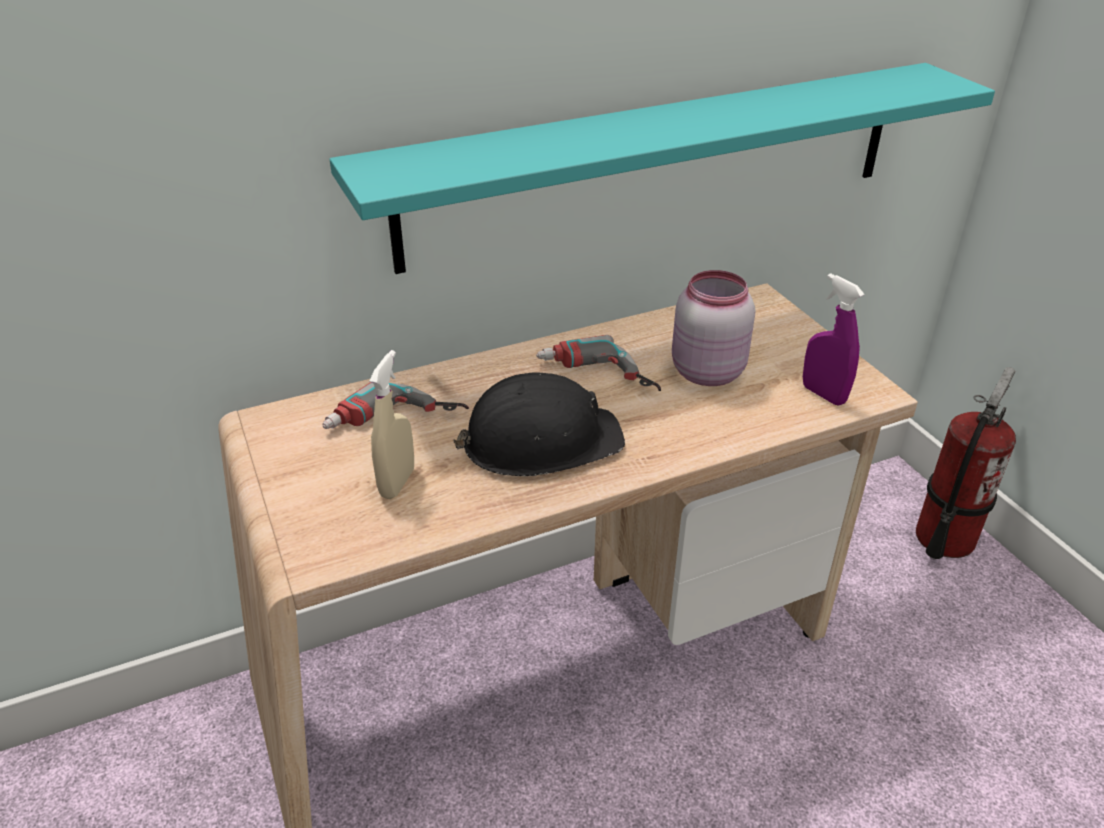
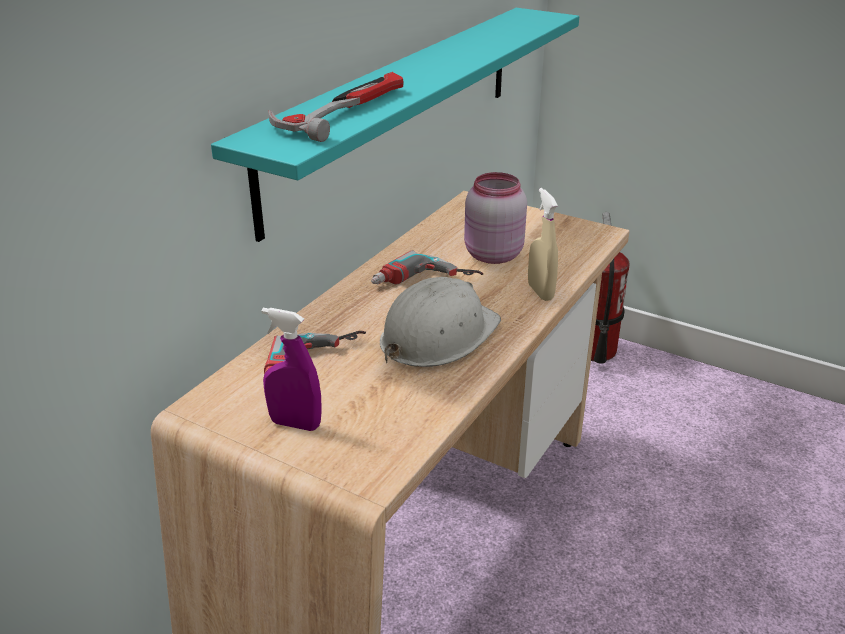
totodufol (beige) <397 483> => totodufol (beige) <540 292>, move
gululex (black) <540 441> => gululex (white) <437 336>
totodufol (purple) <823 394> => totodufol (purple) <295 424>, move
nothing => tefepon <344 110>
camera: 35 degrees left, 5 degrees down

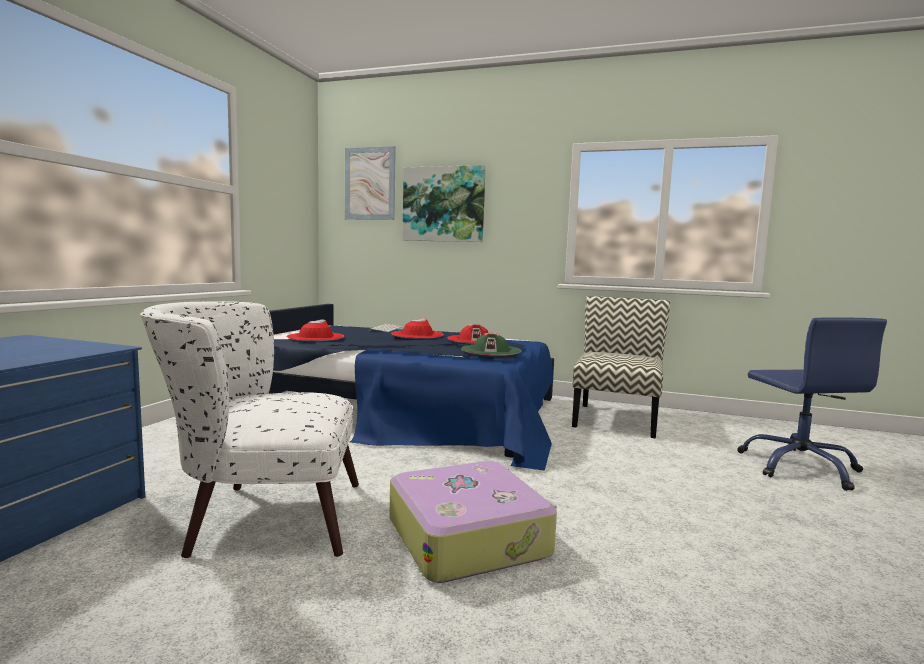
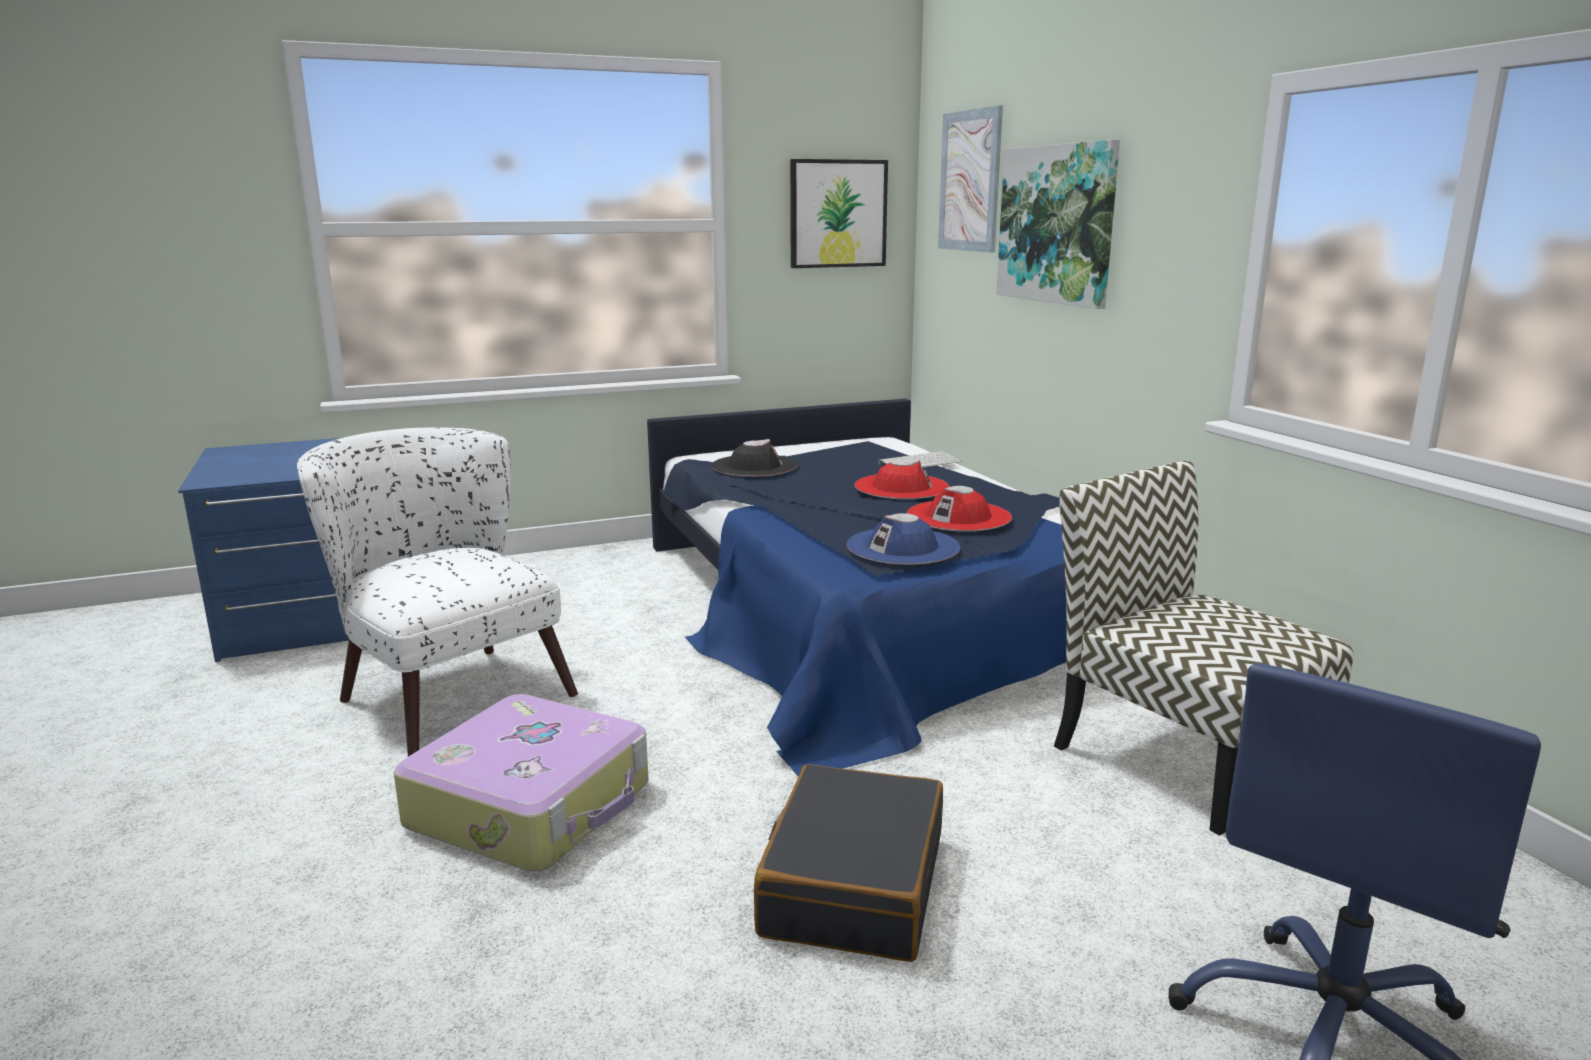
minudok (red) <315 337> => minudok (black) <754 466>
minudok (green) <491 350> => minudok (blue) <903 547>
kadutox <615 419> => kadutox <1180 758>, 105 degrees counterclockwise
nothing => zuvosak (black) <852 885>
nothing => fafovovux <838 214>
camera: 50 degrees right, 10 degrees up

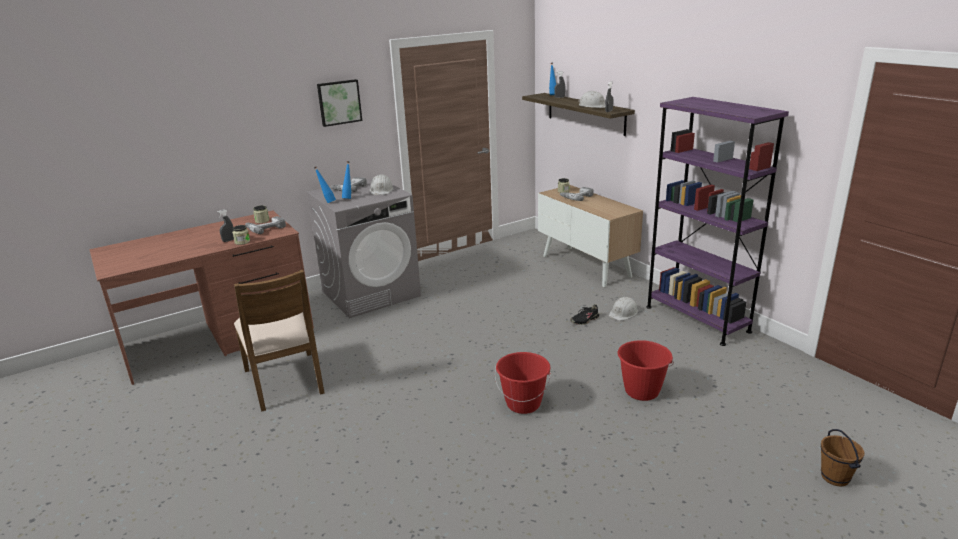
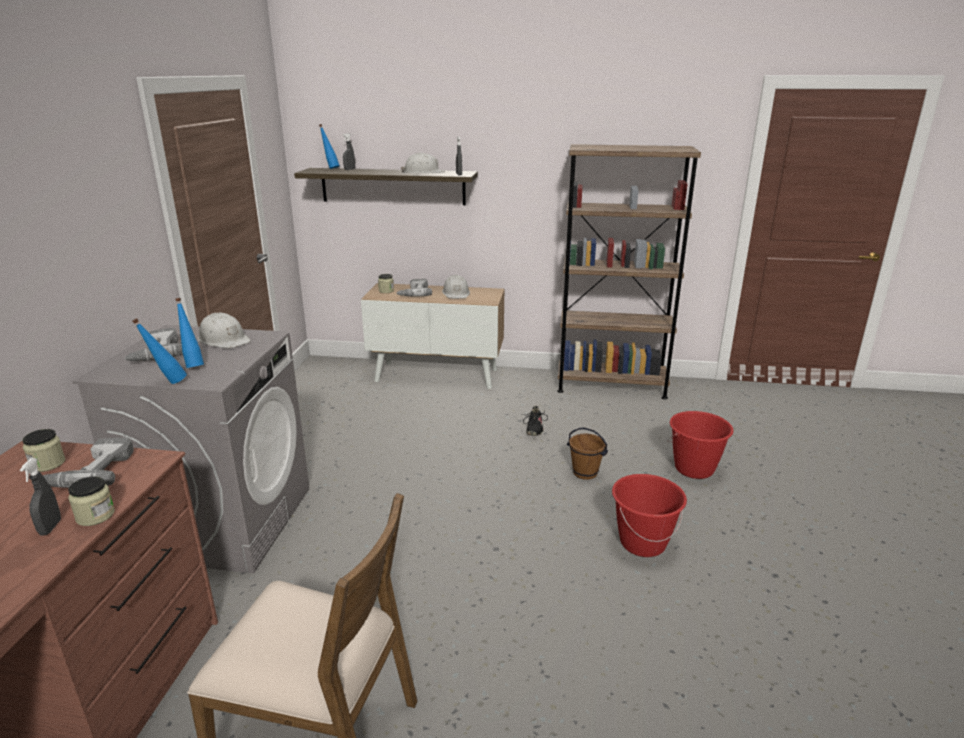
fafovovux <339 102> => nothing
gululex (white) <623 313> => gululex (white) <456 293>, move
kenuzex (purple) <696 319> => kenuzex (brown) <611 385>
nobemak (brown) <835 477> => nobemak (brown) <585 473>, move
camera: 50 degrees left, 0 degrees up

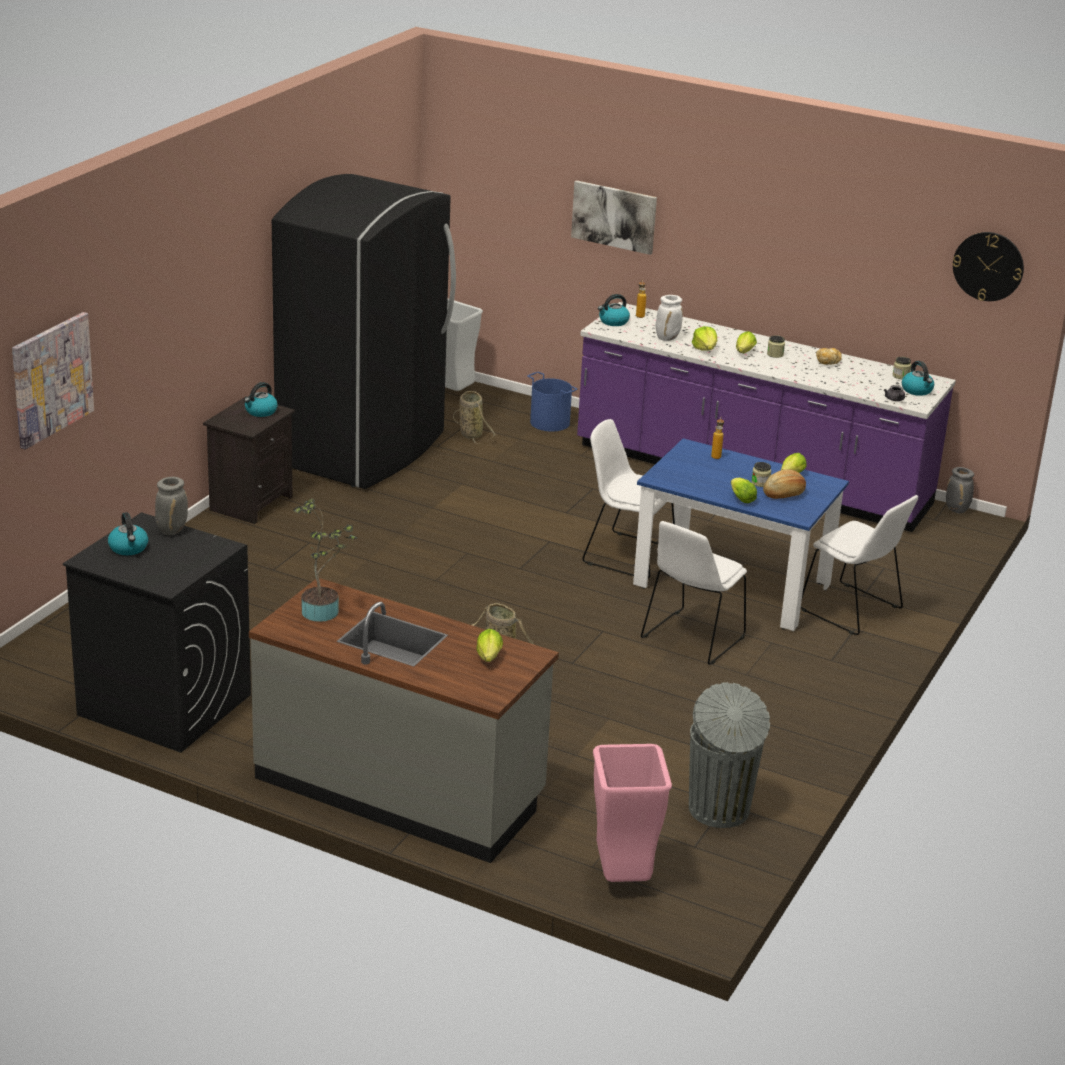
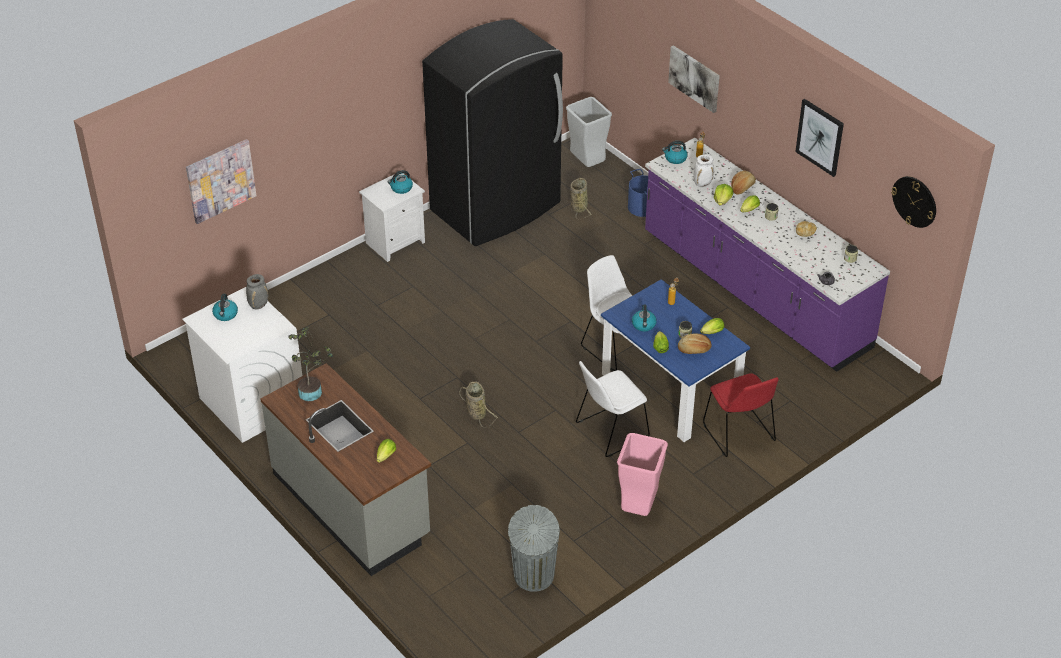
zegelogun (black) <163 704> => zegelogun (white) <252 402>
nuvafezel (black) <250 503> => nuvafezel (white) <395 242>
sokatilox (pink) <622 879> => sokatilox (pink) <638 508>, move
kadutox (white) <853 611> => kadutox (red) <739 434>
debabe <917 390> => debabe <644 325>, move
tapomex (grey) <957 510> => nothing
nothing => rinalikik <742 187>
nothing => fafovovux <820 137>
camera: 25 degrees right, 15 degrees up

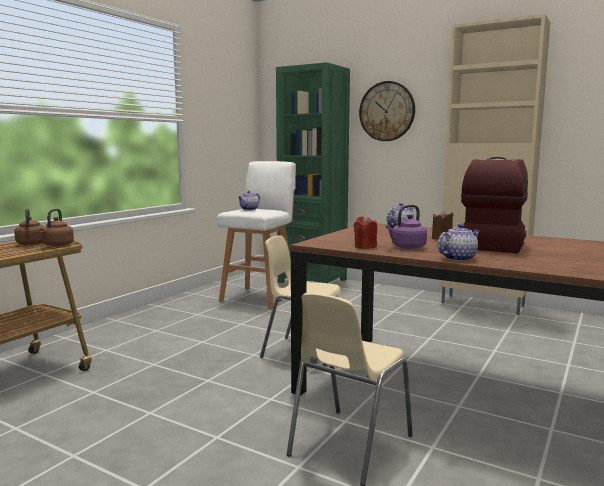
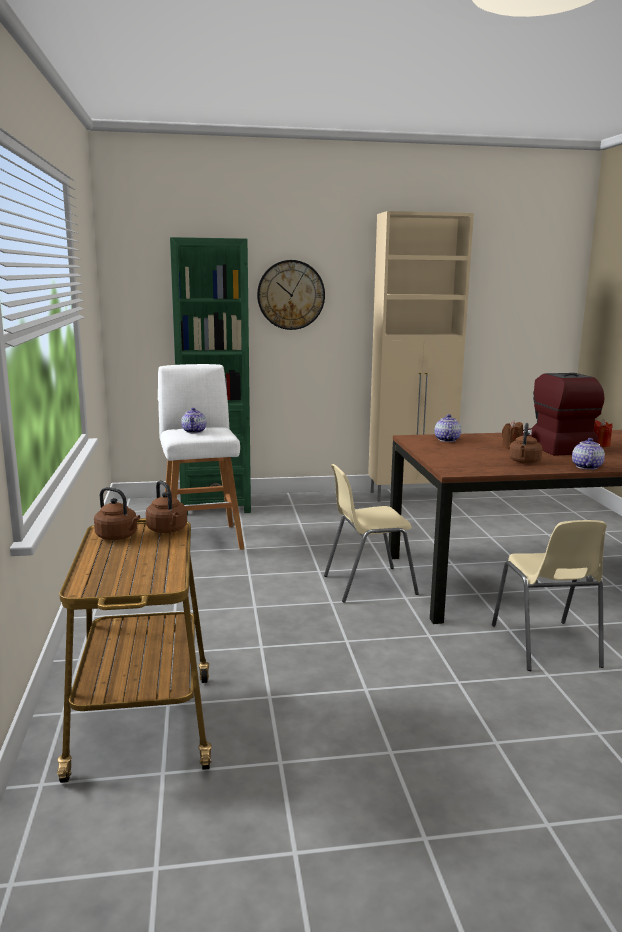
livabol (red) <365 246> => livabol (red) <600 445>, move
debabe (purple) <407 247> => debabe (brown) <524 462>
camera: 40 degrees left, 5 degrees up

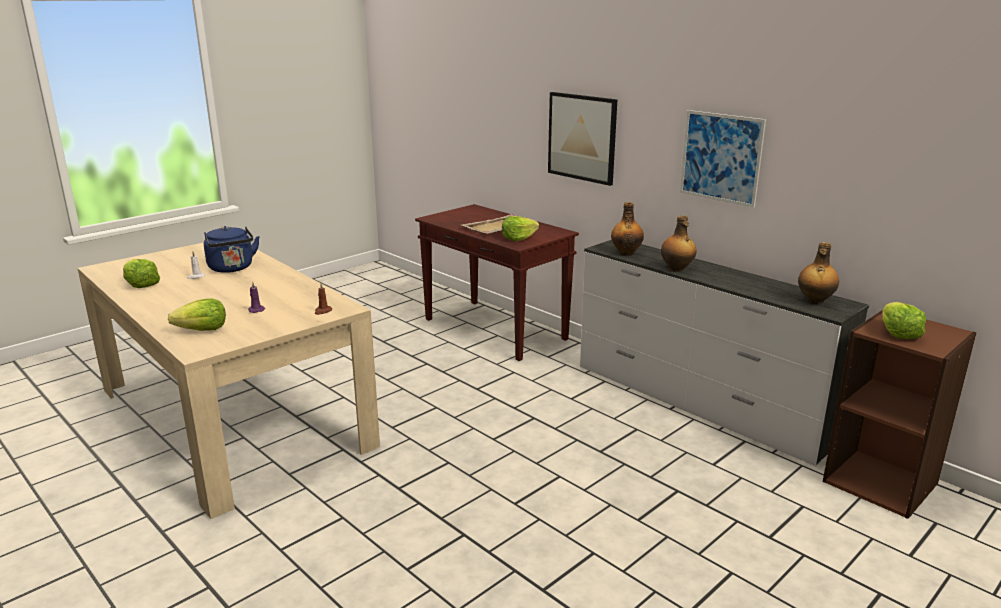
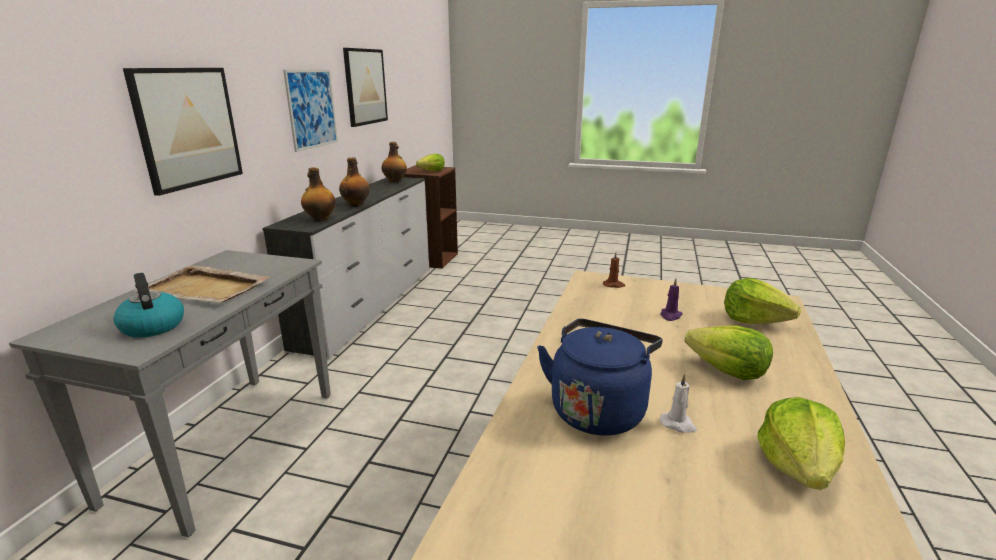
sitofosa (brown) <496 330> => sitofosa (grey) <228 443>
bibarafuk <518 238> => bibarafuk <727 371>, move
nothing => debabe <152 326>
nothing => fafovovux <365 87>
camera: 120 degrees left, 0 degrees up

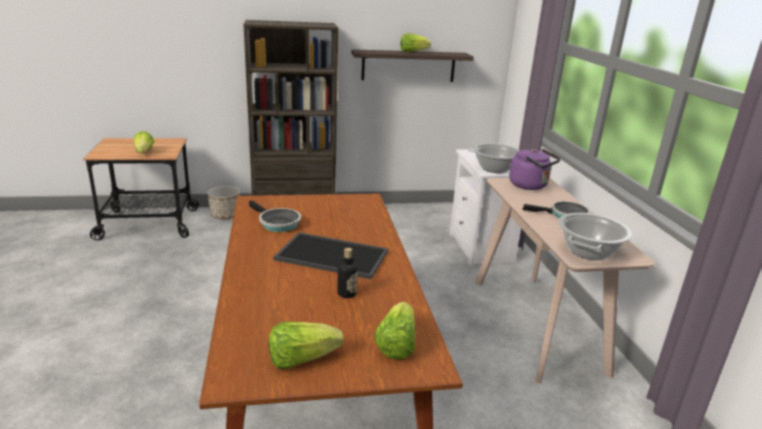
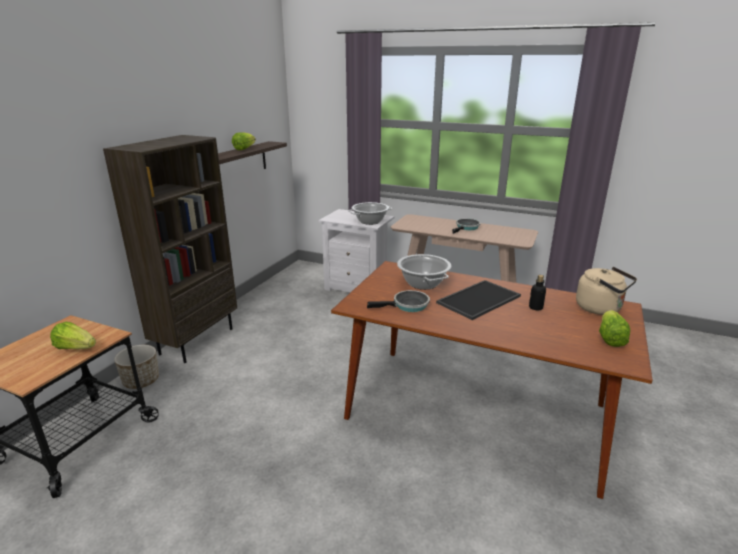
bibarafuk <396 344> => debabe (beige) <601 309>
debabe (purple) <530 186> => nothing
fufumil <588 251> => fufumil <422 283>, move
camera: 55 degrees left, 0 degrees up

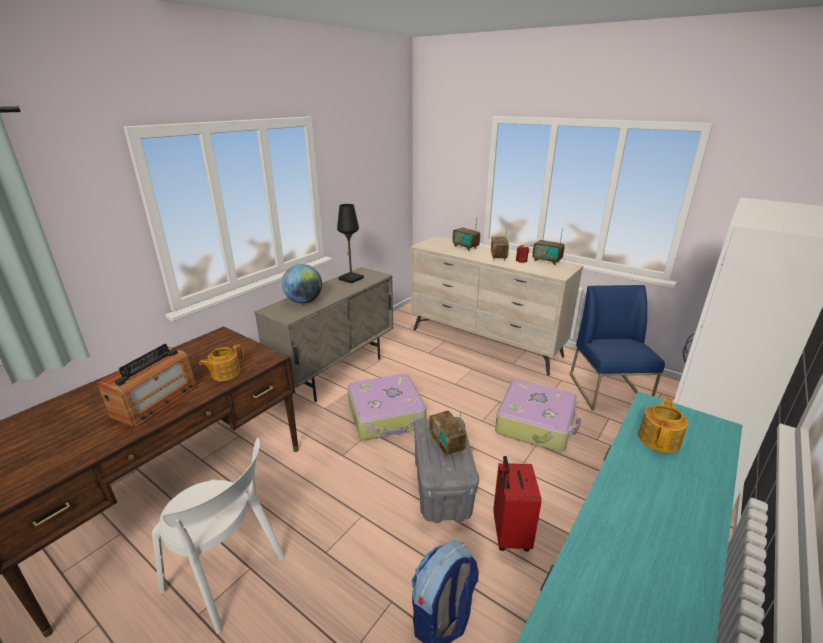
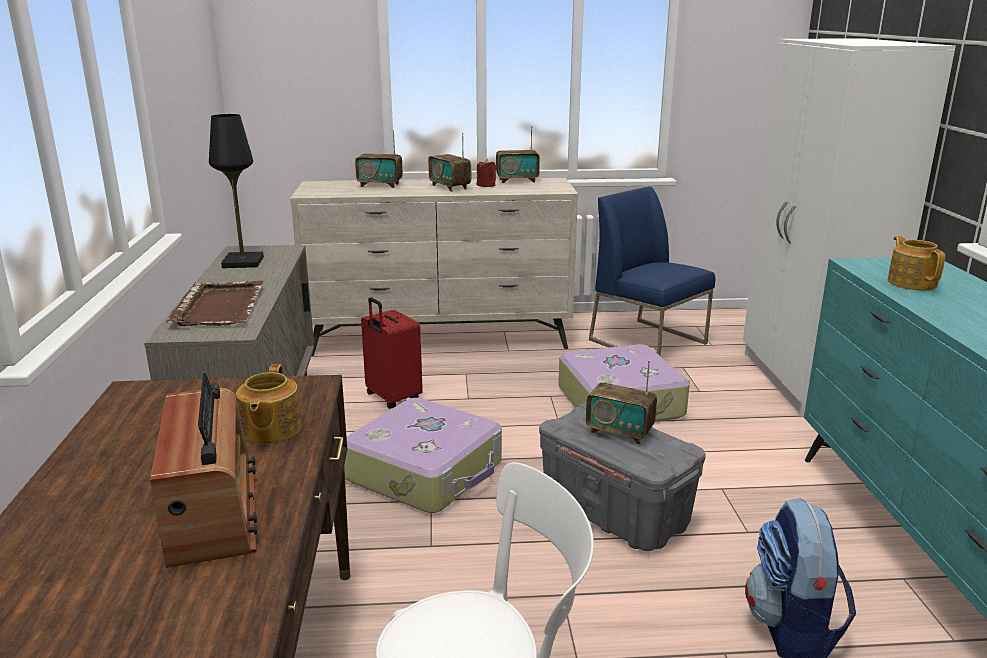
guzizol <304 301> => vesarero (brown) <219 306>
zuvosak (red) <509 534> => zuvosak (red) <392 398>, move
camera: 40 degrees left, 5 degrees down

